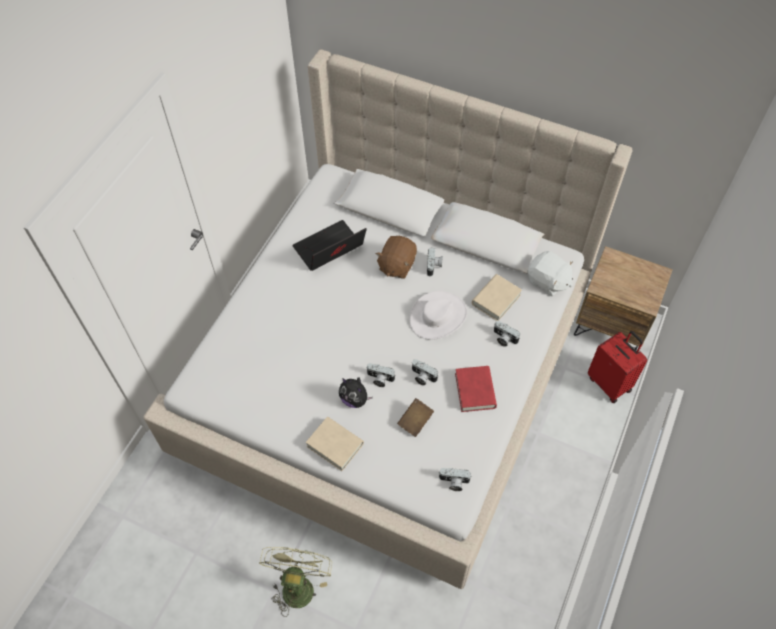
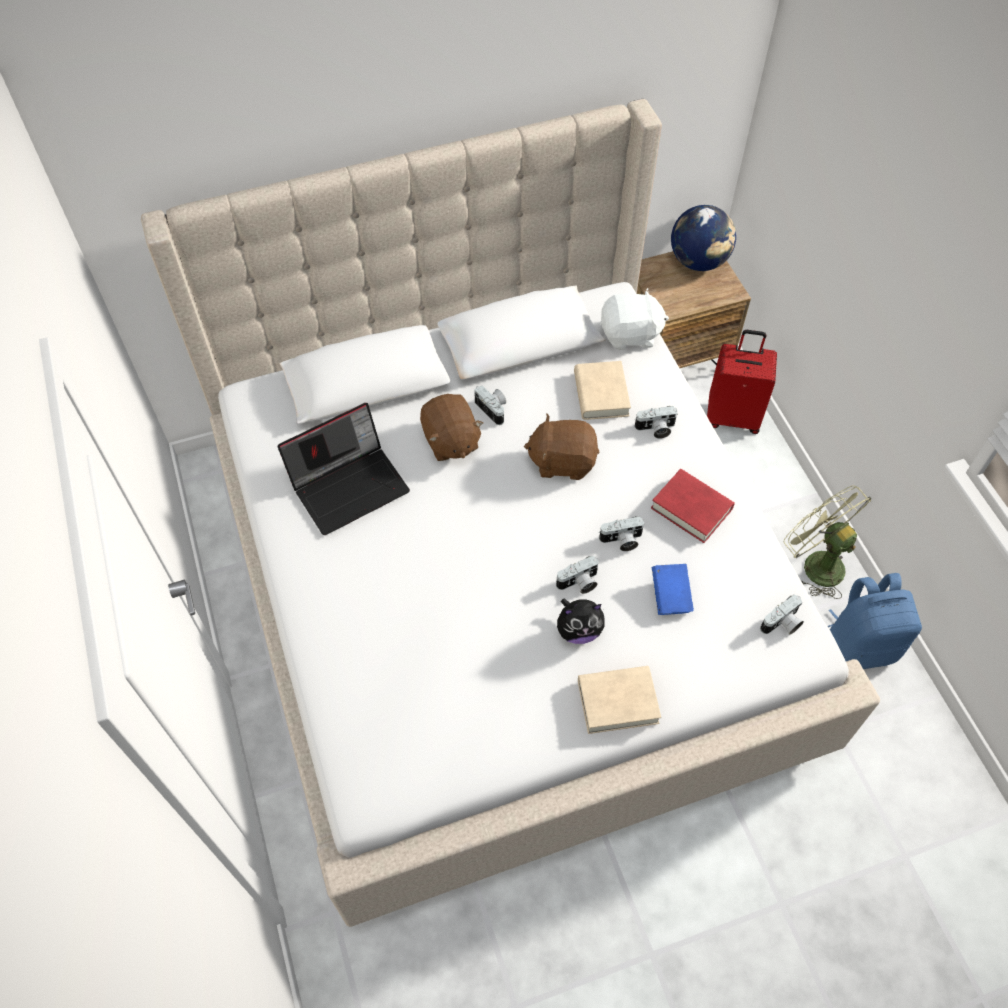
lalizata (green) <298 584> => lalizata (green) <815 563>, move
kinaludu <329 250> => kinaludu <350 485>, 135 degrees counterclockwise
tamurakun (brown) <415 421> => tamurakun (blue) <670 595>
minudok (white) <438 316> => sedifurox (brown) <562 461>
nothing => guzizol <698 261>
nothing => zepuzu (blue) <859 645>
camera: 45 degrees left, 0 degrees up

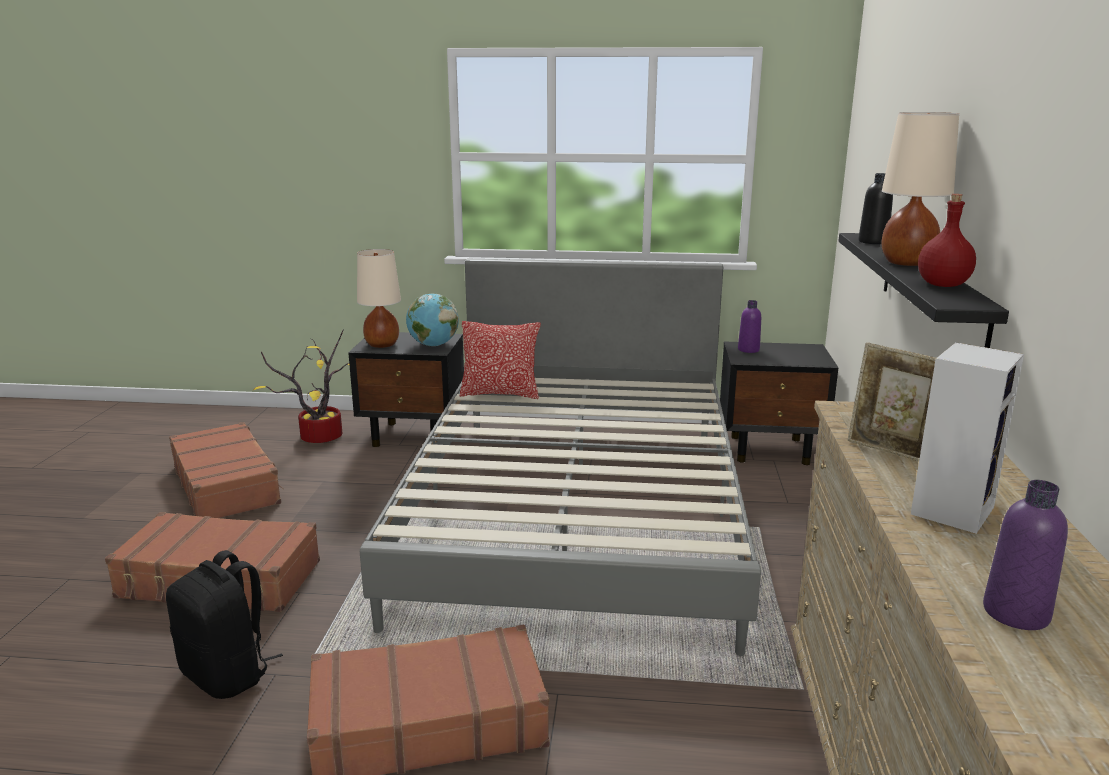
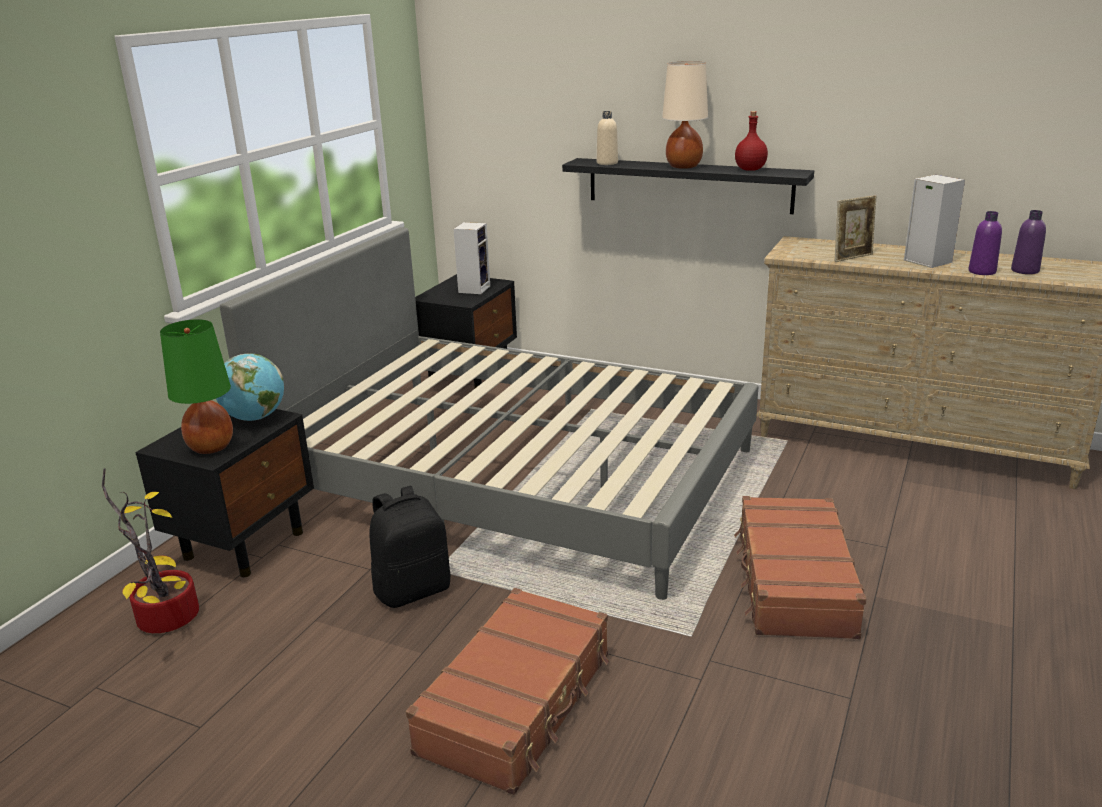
zepuzu (black) <228 674> => zepuzu (black) <413 589>, move
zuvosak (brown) <227 485> => nothing
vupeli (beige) <381 345> => vupeli (green) <210 447>
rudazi <500 394> => nothing
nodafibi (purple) <748 350> => nodafibi (purple) <982 272>, move
nodafibi (black) <873 242> => nodafibi (beige) <607 163>
nothing => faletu <474 289>
camera: 70 degrees left, 5 degrees up

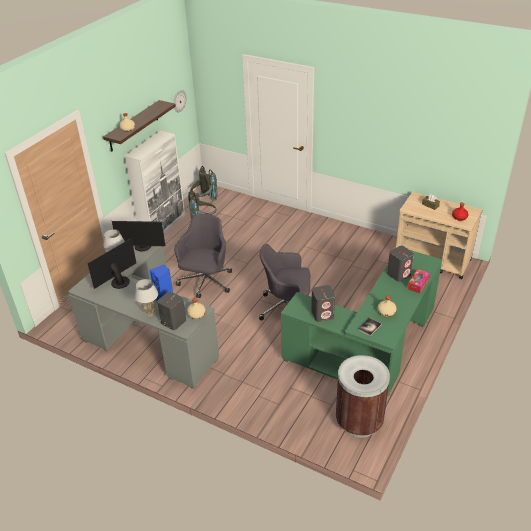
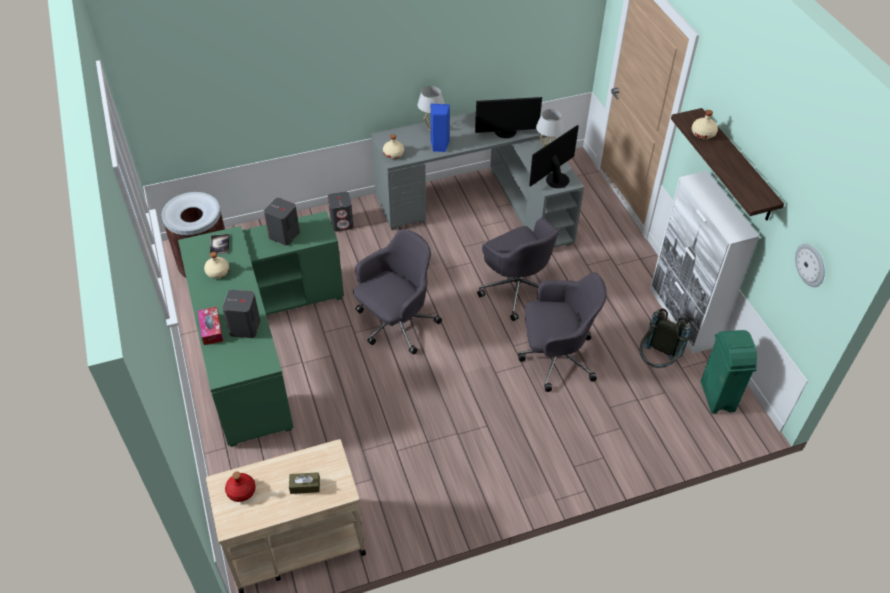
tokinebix <119 281> => tokinebix <506 133>, 90 degrees clockwise
faletu (grey) <173 321> => faletu (grey) <342 223>, move
zepuzu (grey) <203 200> => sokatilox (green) <717 397>
nothing => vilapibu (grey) <555 357>
camera: 130 degrees right, 10 degrees up

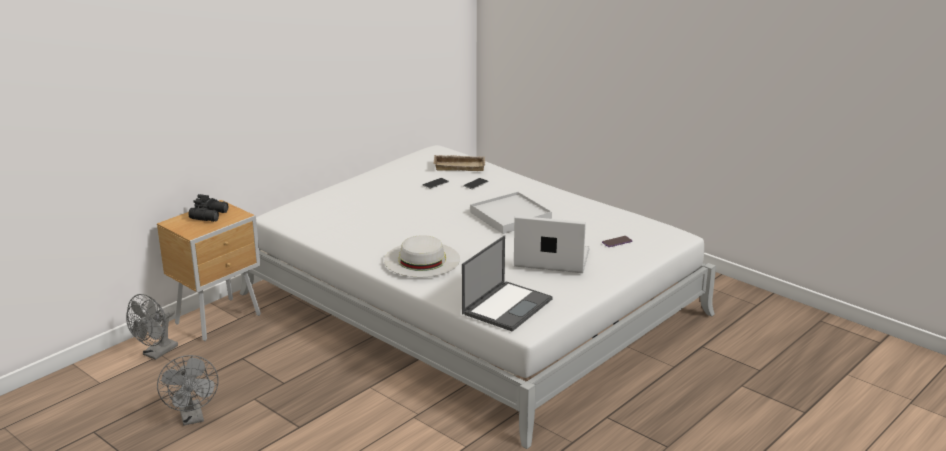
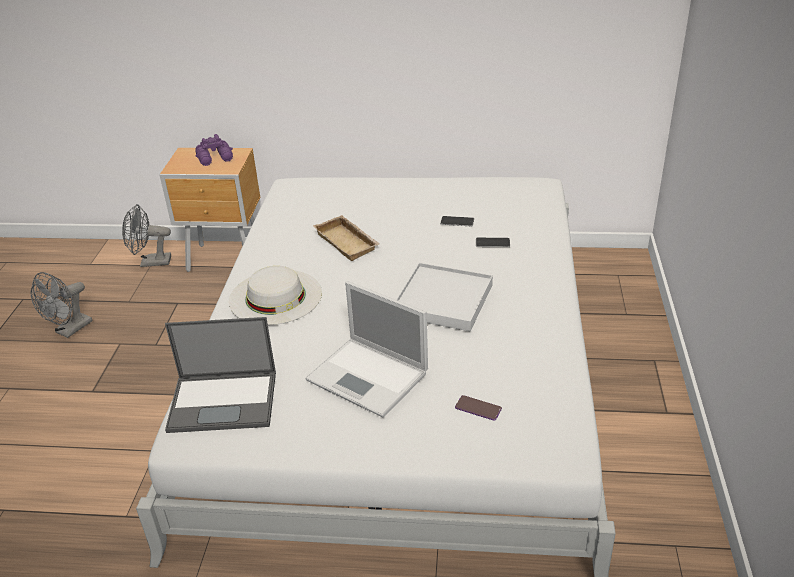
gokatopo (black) <210 215> => gokatopo (purple) <216 158>
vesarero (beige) <460 166> => vesarero (beige) <348 242>, move
kinaludu <550 258> => kinaludu <369 377>, 150 degrees clockwise
camera: 55 degrees right, 10 degrees up

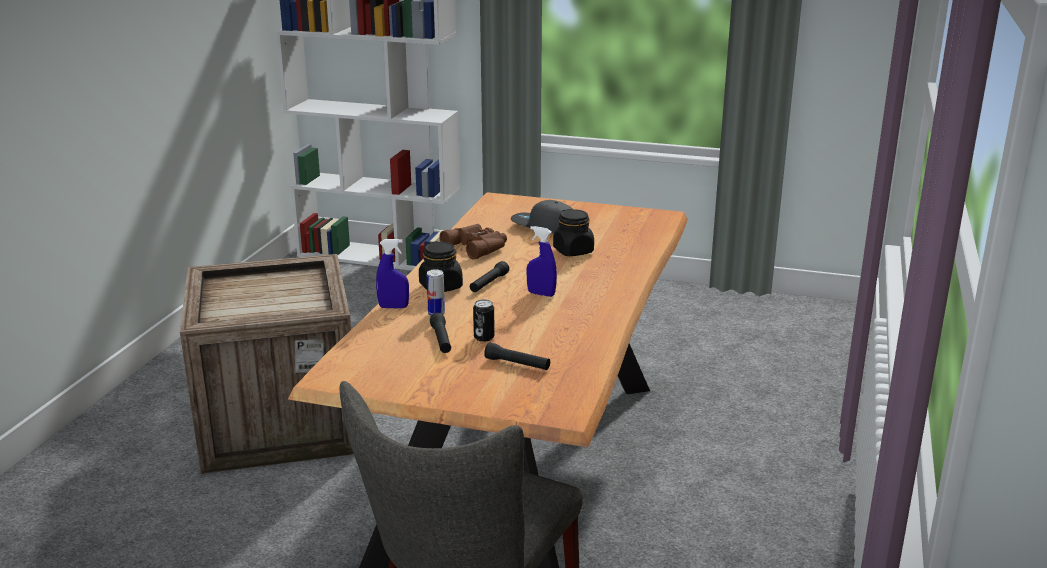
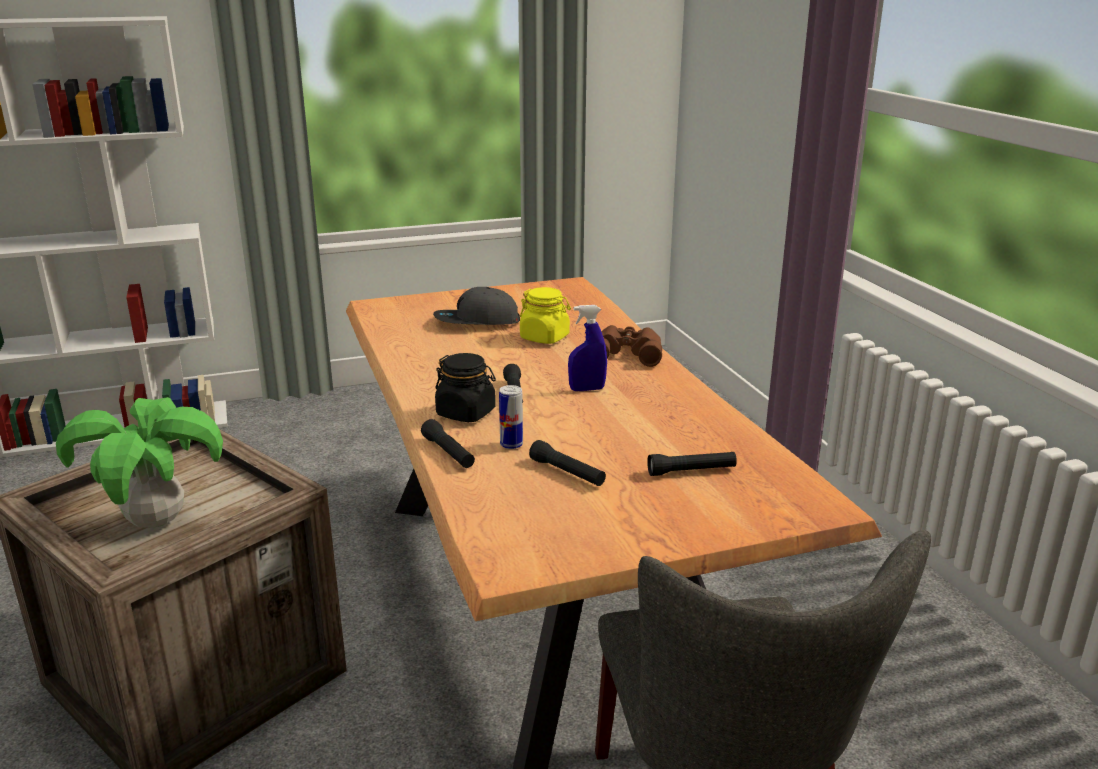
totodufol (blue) <393 307> => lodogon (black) <448 453>
gokatopo (brown) <478 246> => gokatopo (brown) <626 352>, move
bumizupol <484 337> => nothing
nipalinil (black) <573 251> => nipalinil (yellow) <545 337>
nothing => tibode <156 521>
camera: 35 degrees left, 0 degrees up

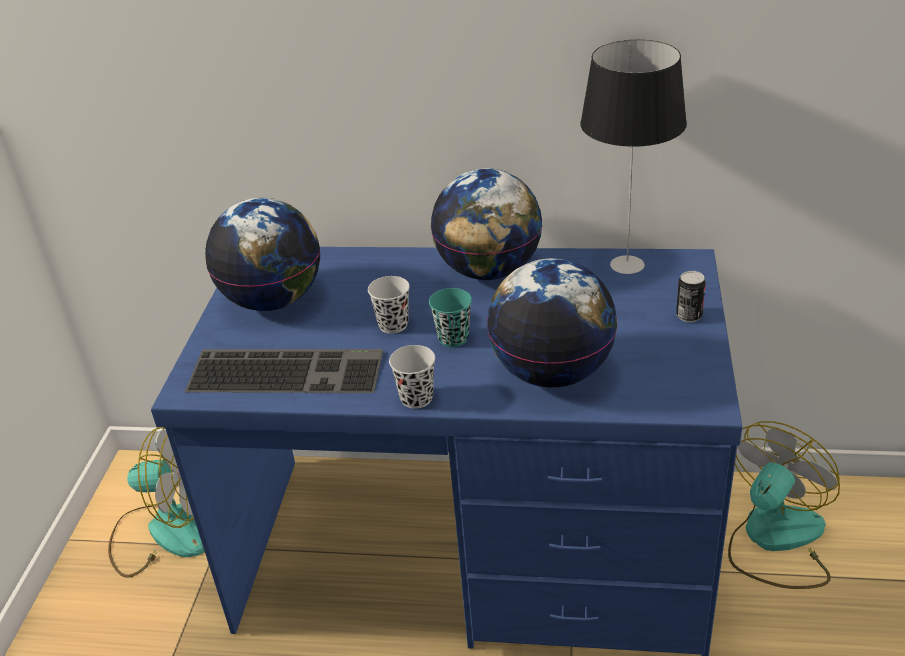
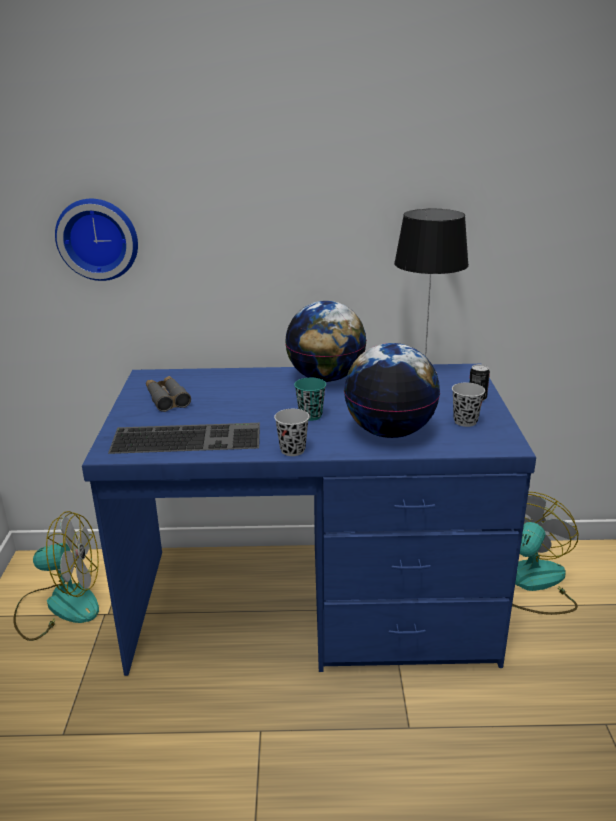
guzizol <273 300> => gokatopo (grey) <167 399>
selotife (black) <393 325> => selotife (black) <465 421>, move
nothing => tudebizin <98 238>
camera: 10 degrees left, 10 degrees down

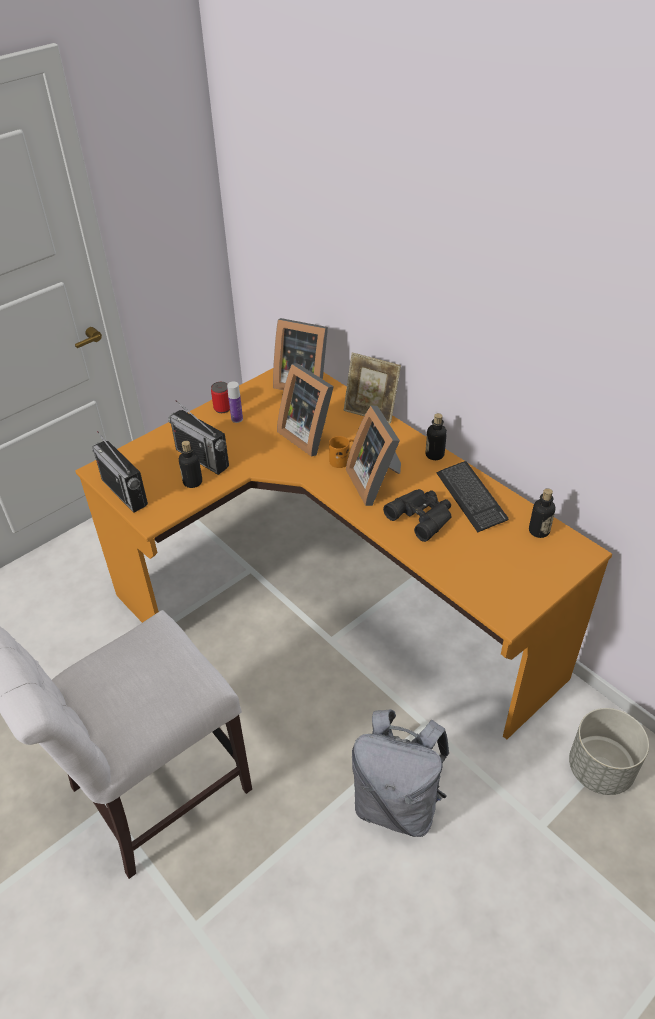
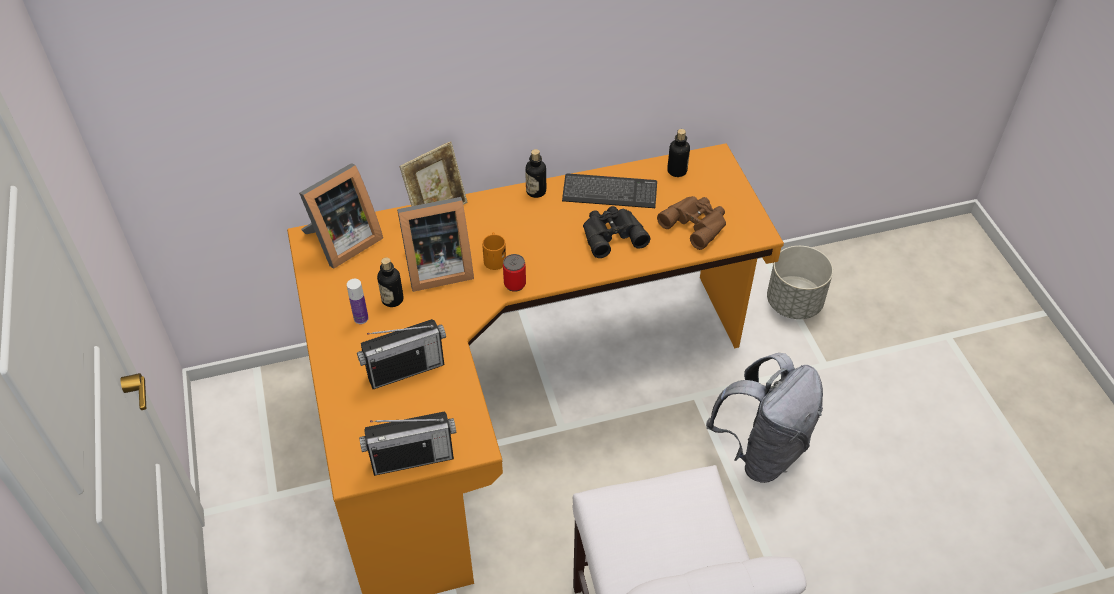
nodafibi <192 482> => nodafibi <392 299>, move
bumizupol <222 408> => bumizupol <515 284>, move
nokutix <376 482> => nothing
nothing => gokatopo (brown) <696 223>
camera: 65 degrees left, 5 degrees up

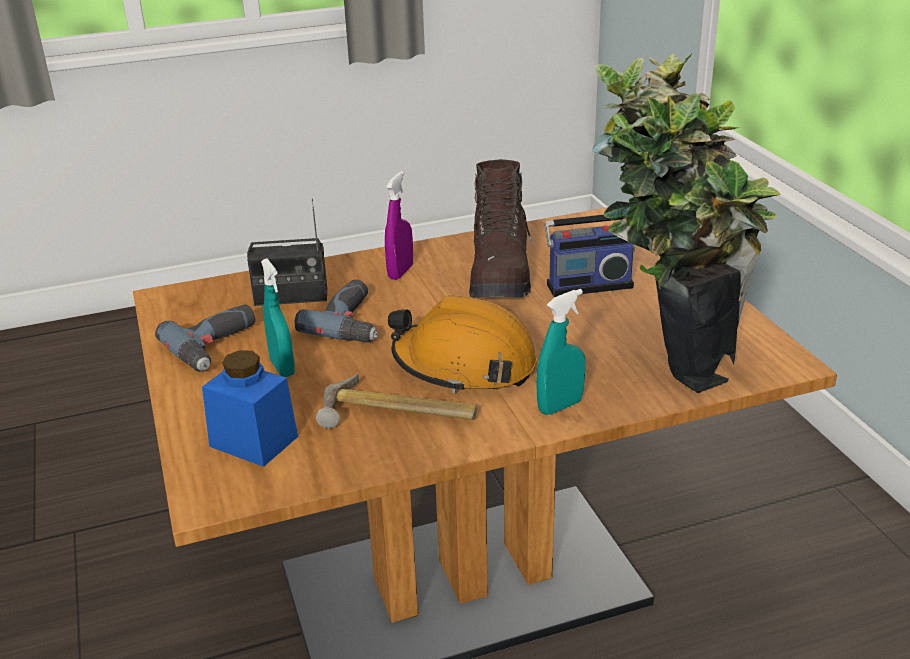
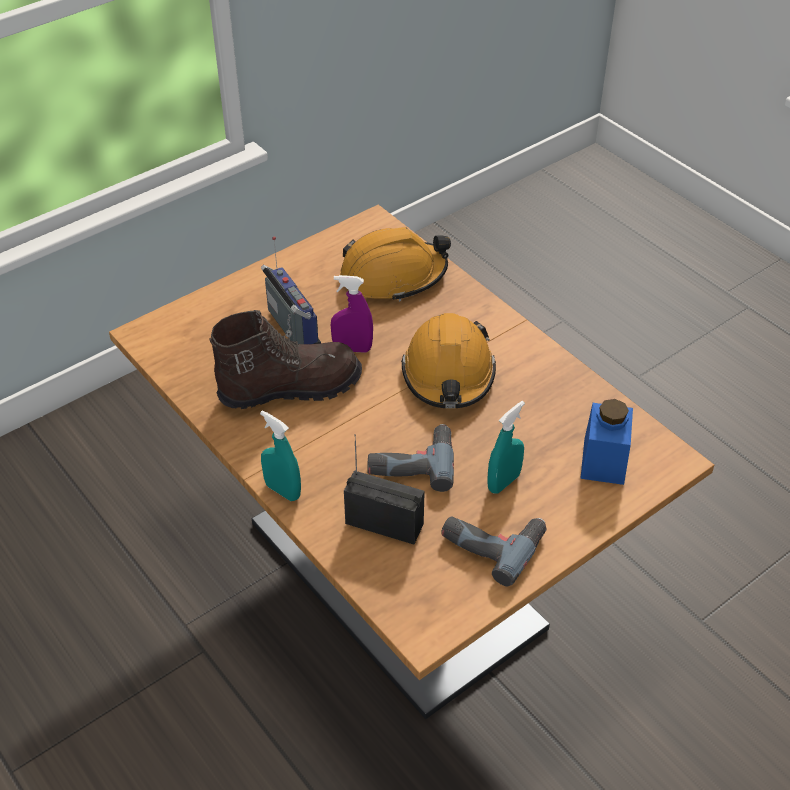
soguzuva <291 297> => soguzuva <384 523>, 45 degrees counterclockwise
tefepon <397 416> => nothing
totodufol (purple) <400 272> => totodufol (purple) <352 349>, move
totodufol (turquoise) <560 406> => totodufol (turquoise) <282 491>, move
tibode <664 359> => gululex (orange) <393 276>
camera: 110 degrees left, 15 degrees up

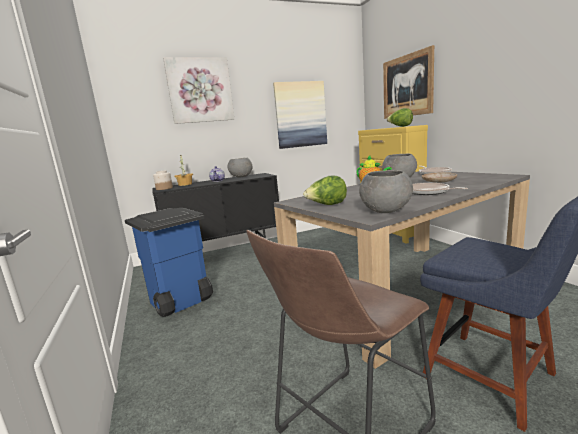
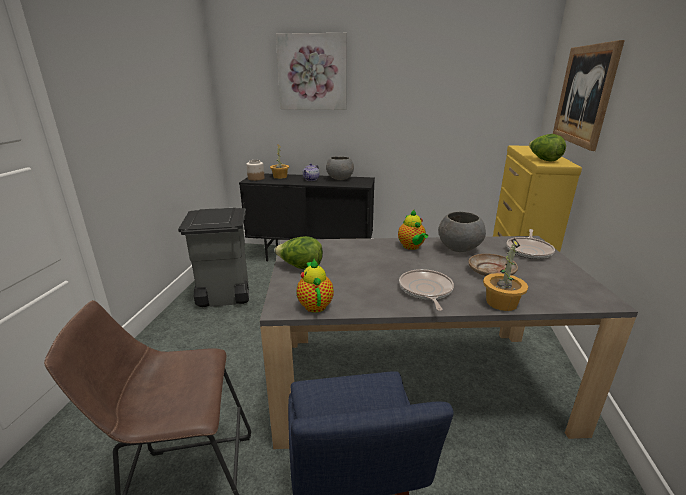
sokatilox (blue) <180 302> => sokatilox (grey) <224 296>
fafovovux <300 114> => nothing
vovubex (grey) <385 211> => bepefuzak <315 304>
nothing => tibode <501 302>
camera: 30 degrees right, 10 degrees up

